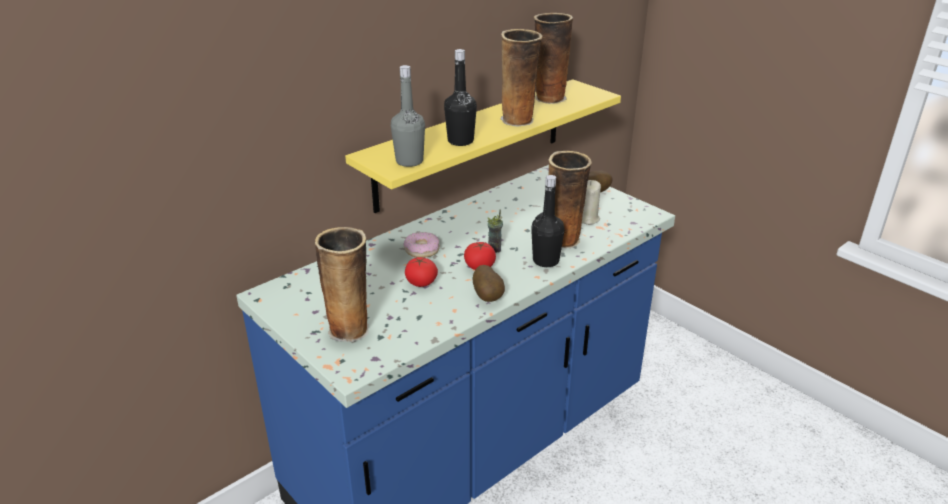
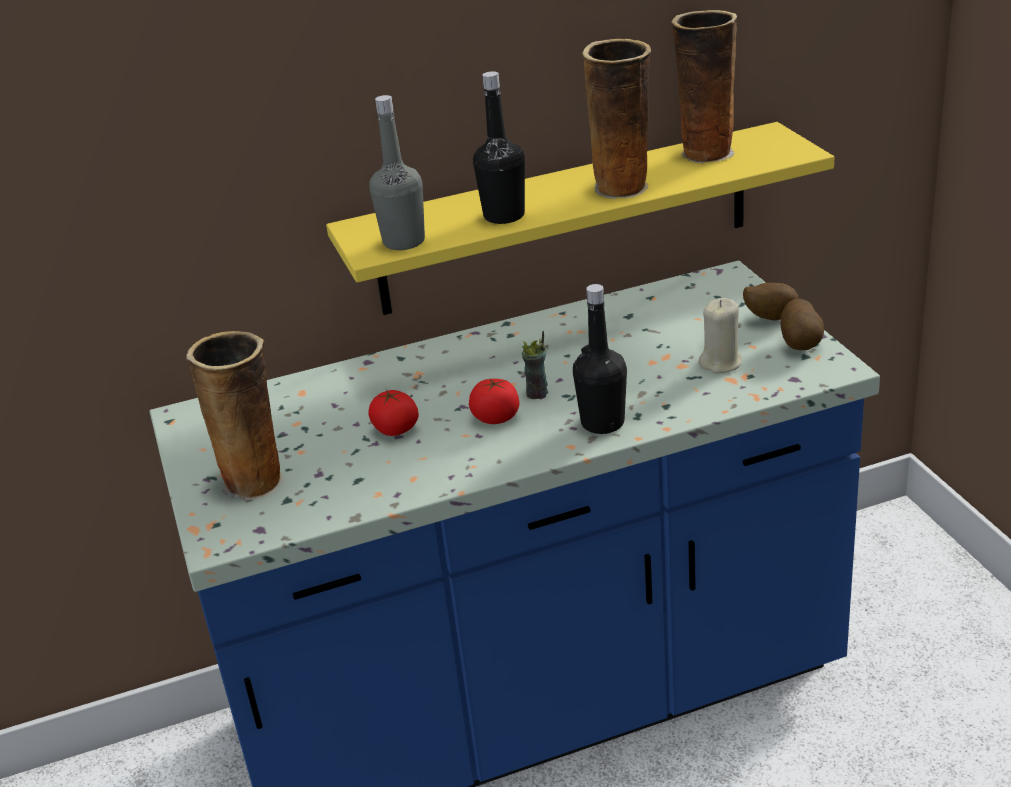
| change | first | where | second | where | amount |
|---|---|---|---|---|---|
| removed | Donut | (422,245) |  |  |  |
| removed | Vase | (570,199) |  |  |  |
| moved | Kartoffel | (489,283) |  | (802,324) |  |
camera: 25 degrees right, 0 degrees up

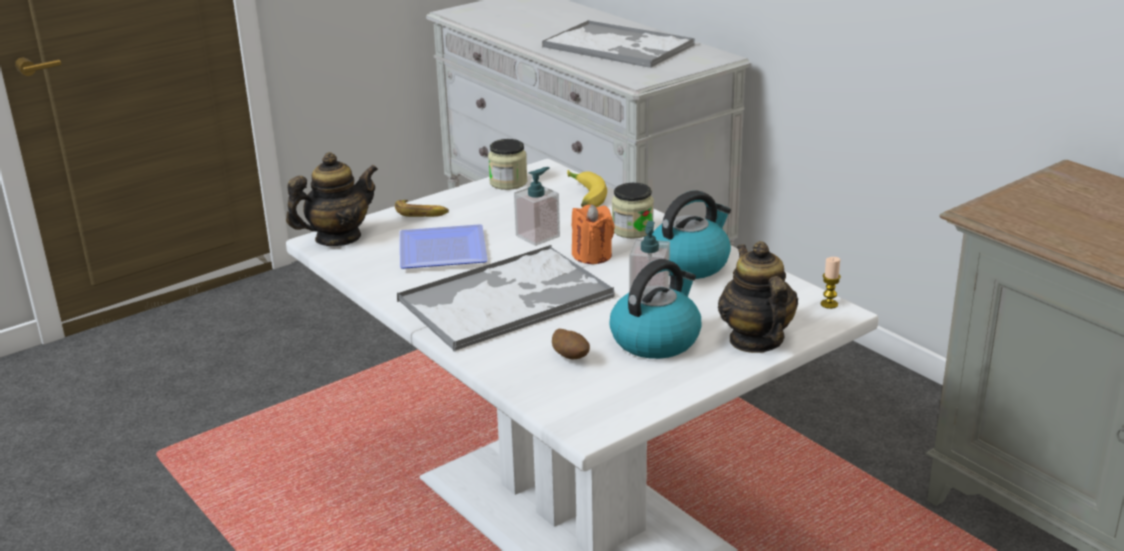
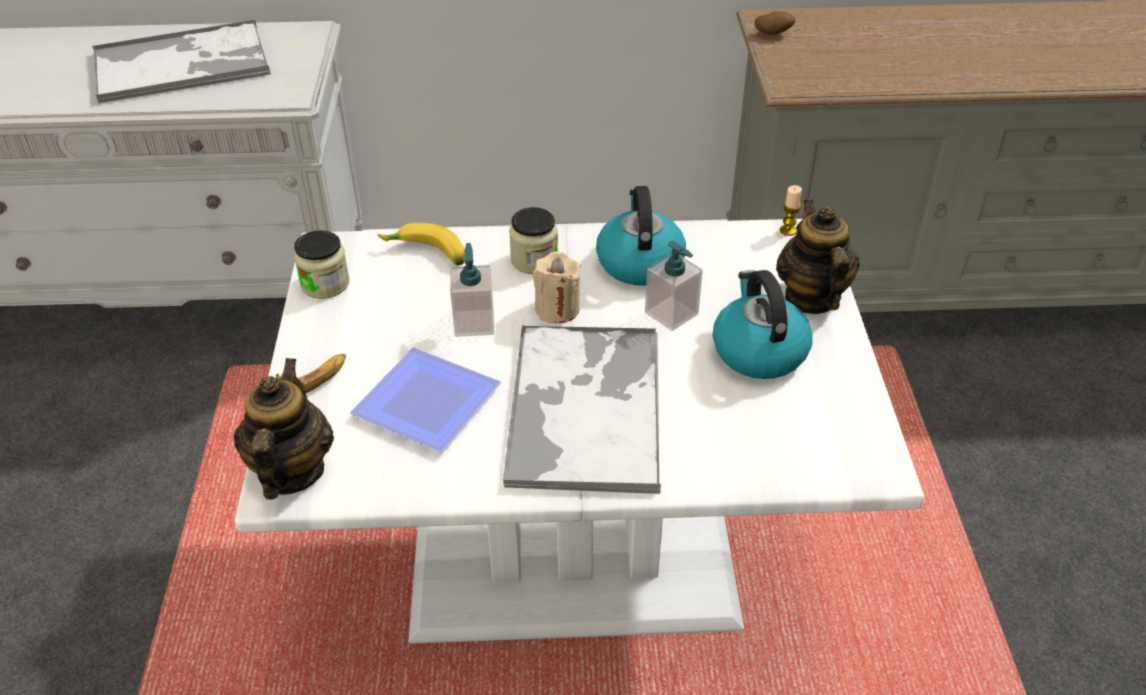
| change | first | where | second | where | amount |
|---|---|---|---|---|---|
| moved | Kartoffel | (571,344) |  | (775,23) |  |
| recoloured | Kerze [orange] | (593,234) | Kerze [beige] | (557,287) |  |
| turned | Teekanne | (758,297) |  | (818,256) | 60 degrees clockwise |
camera: 55 degrees left, 15 degrees up

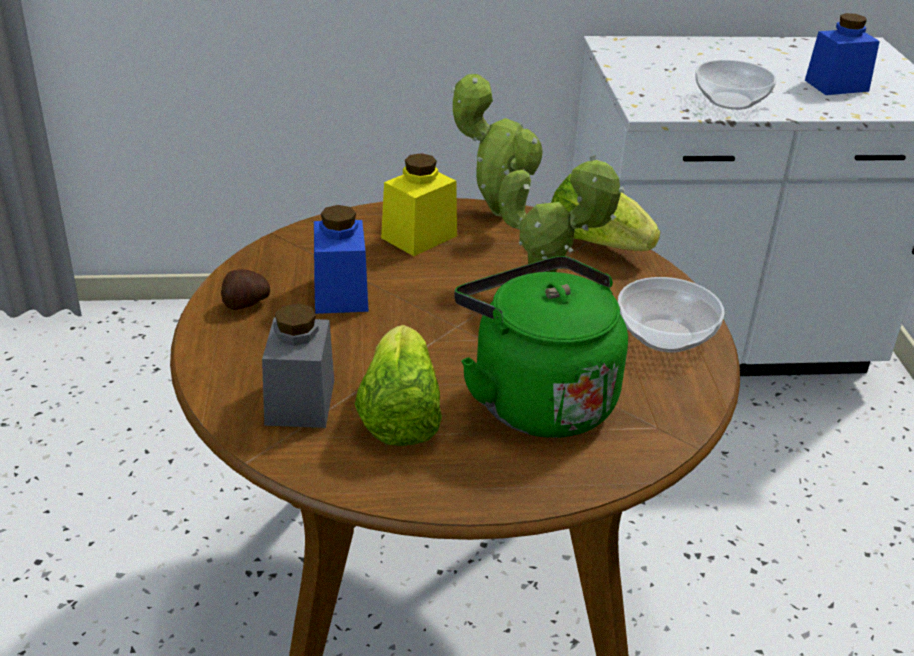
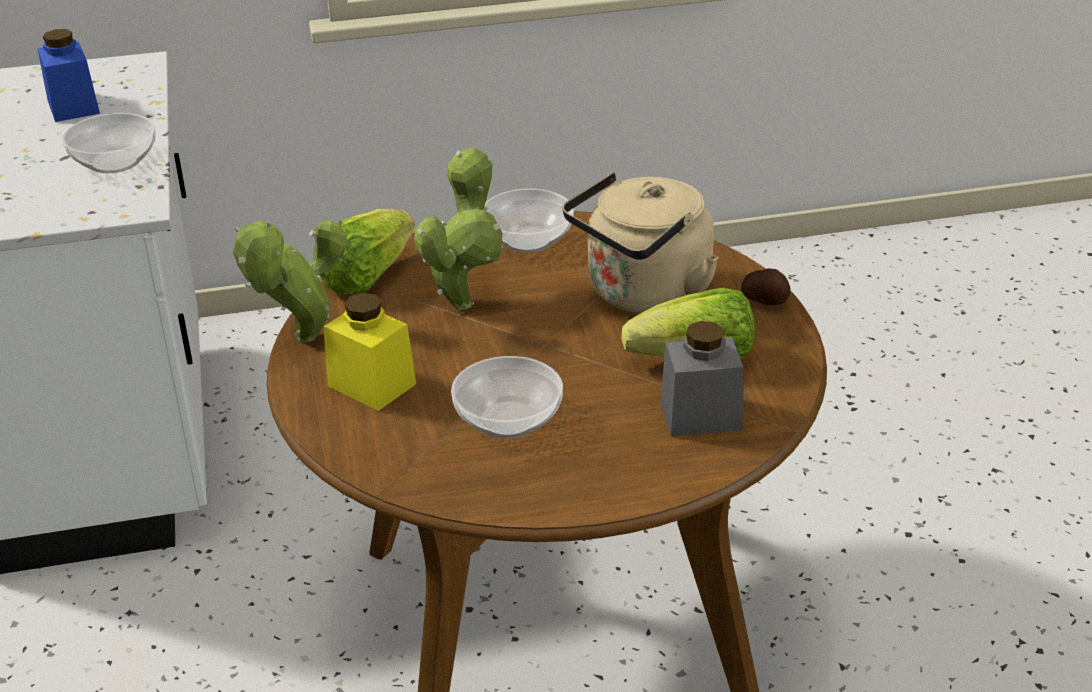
| change | first | where | second | where | amount |
|---|---|---|---|---|---|
| moved | Kartoffel | (245,289) |  | (765,287) |  |
| replaced | Vorratsglas [blau] | (341,259) | Schüssel | (507,397) |  |
| recoloured | Wasserkessel [grün] | (541,347) | Wasserkessel [beige] | (641,243) |  |
camera: 95 degrees left, 0 degrees up

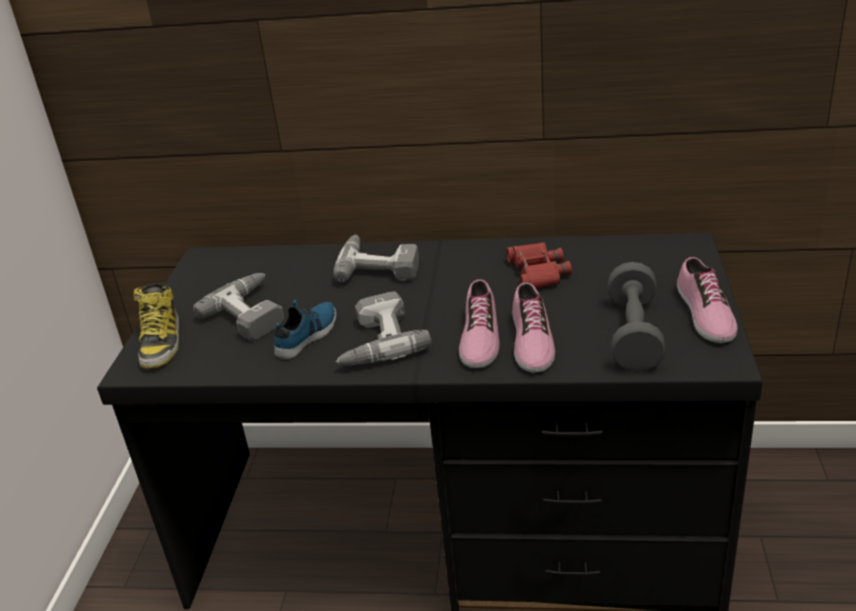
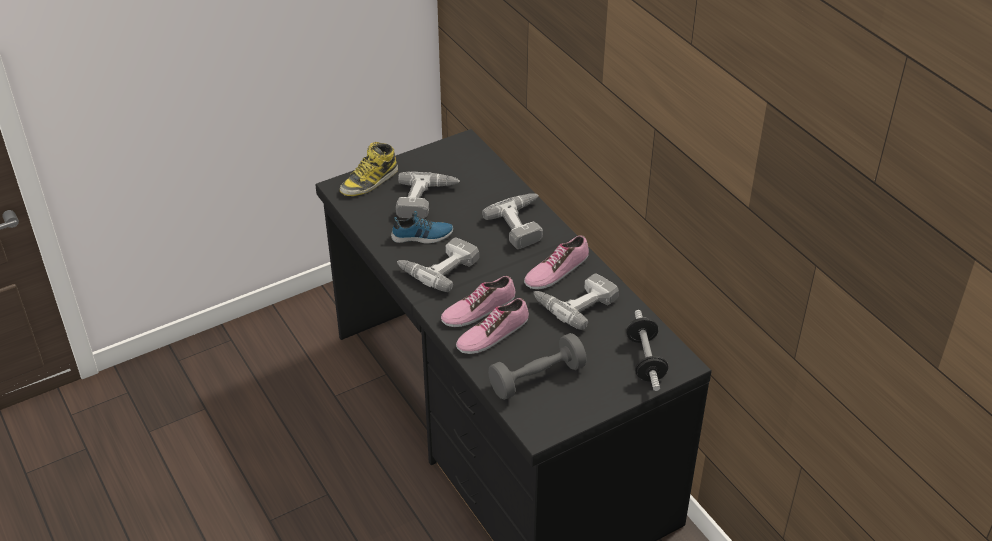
| change | first | where | second | where | amount |
|---|---|---|---|---|---|
| added |  |  | Hantel | (647,350) |  |
| moved | Schuh | (707,300) |  | (556,262) |  |
| replaced | Fernglas [rot] | (539,265) | Bohrmaschine | (576,301) |  |
camera: 50 degrees right, 10 degrees up

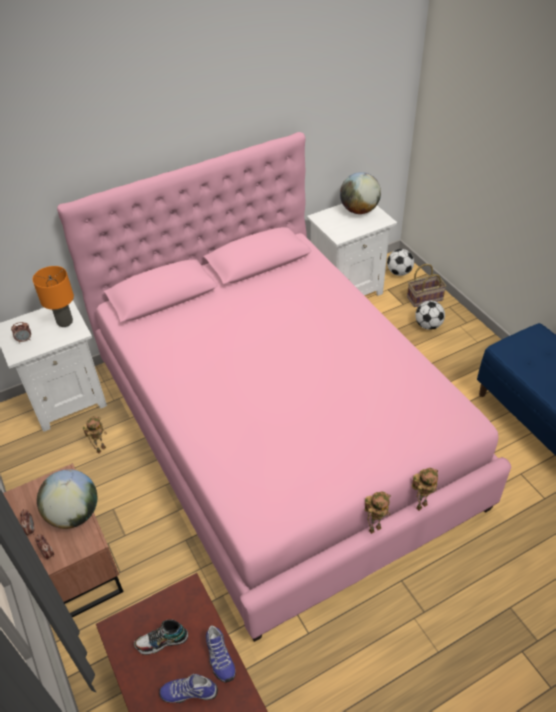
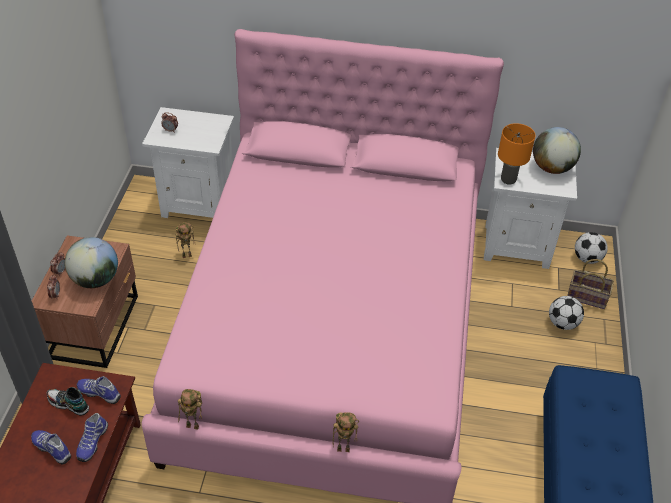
| change | first | where | second | where | amount |
|---|---|---|---|---|---|
| added |  |  | Schuh | (99,390) |  |
| moved | Tischlampe [orange] | (53,296) |  | (517,154) |  |
| moved | Spielzeugroboter | (378,513) |  | (190,409) |  |
camera: 35 degrees right, 0 degrees up

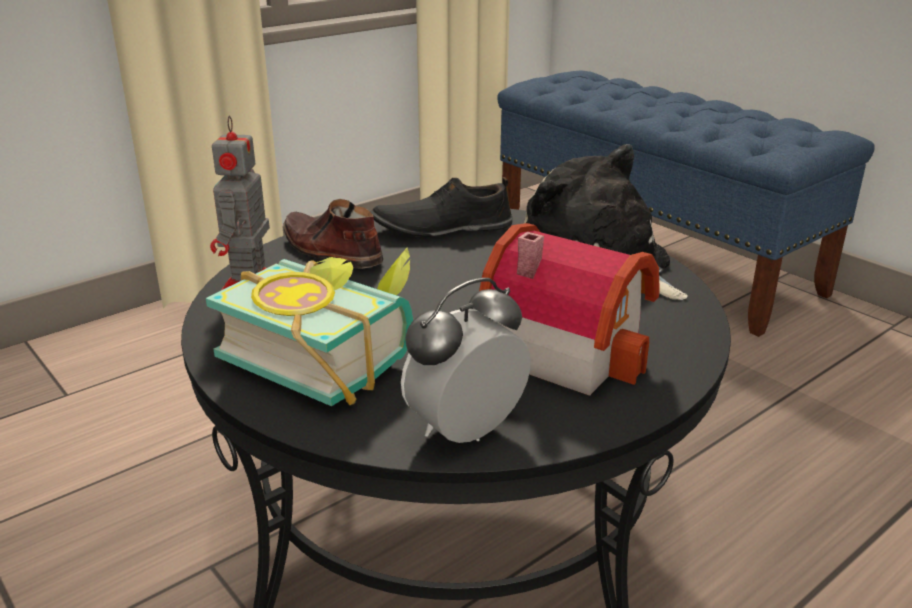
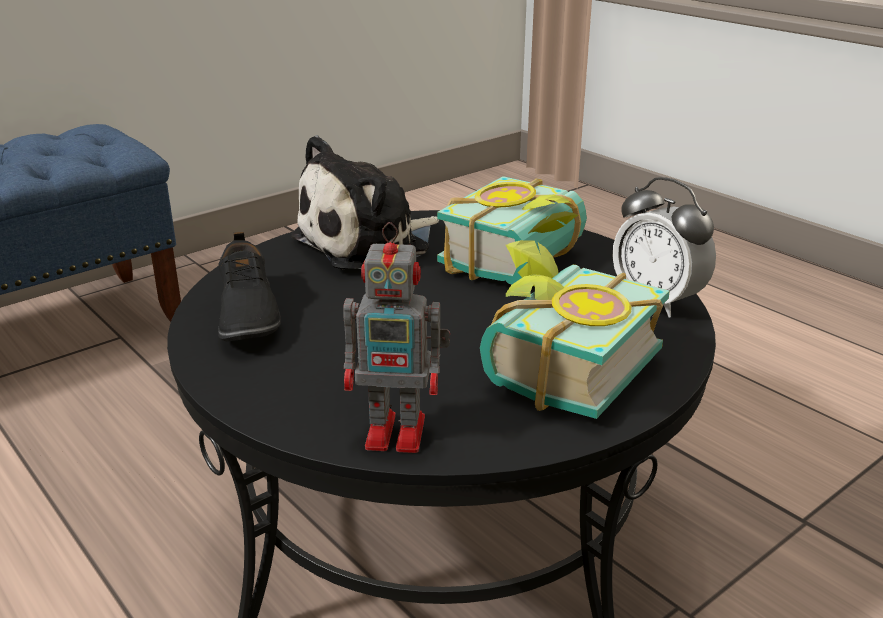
| change | first | where | second | where | amount |
|---|---|---|---|---|---|
| removed | Schuh [braun] | (333,234) |  |  |  |
| replaced | Spielzeughaus | (569,309) | Buch | (512,230) |  |
camera: 90 degrees left, 0 degrees up

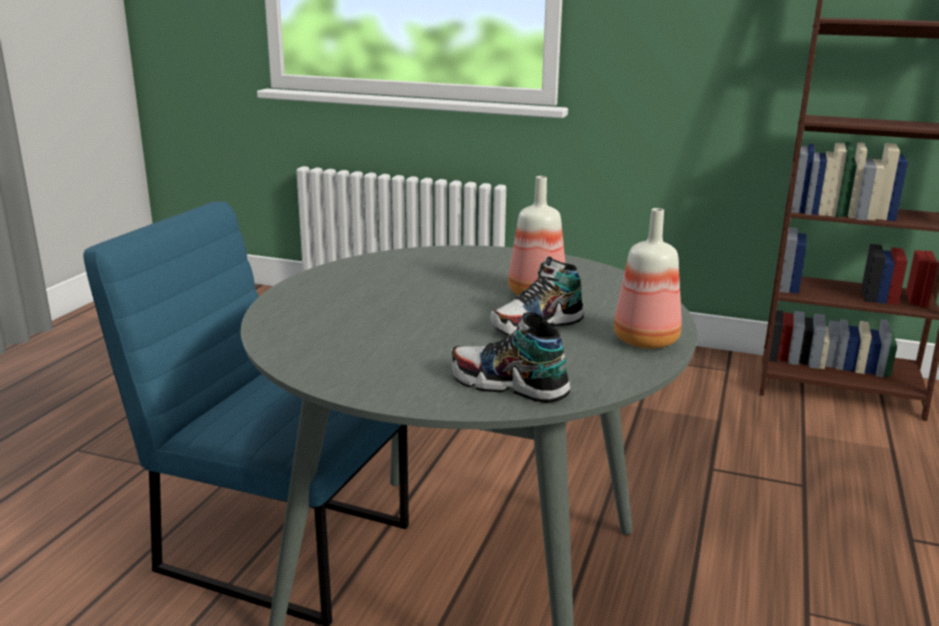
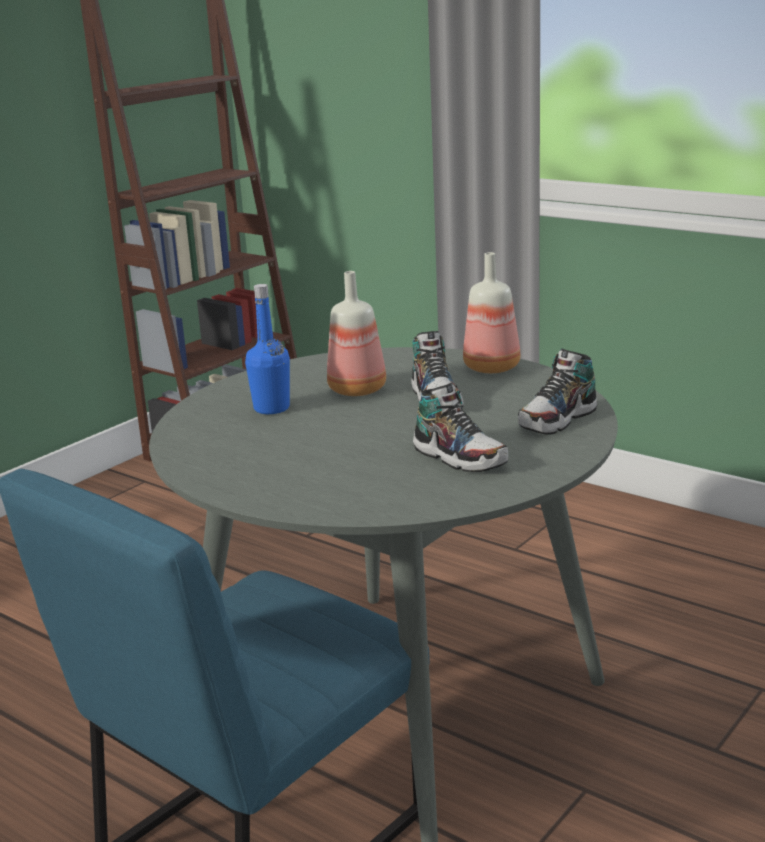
| change | first | where | second | where | amount |
|---|---|---|---|---|---|
| added |  |  | Flasche [blau] | (267,349) |  |
| added |  |  | Schuh | (460,427) |  |
camera: 70 degrees left, 0 degrees up

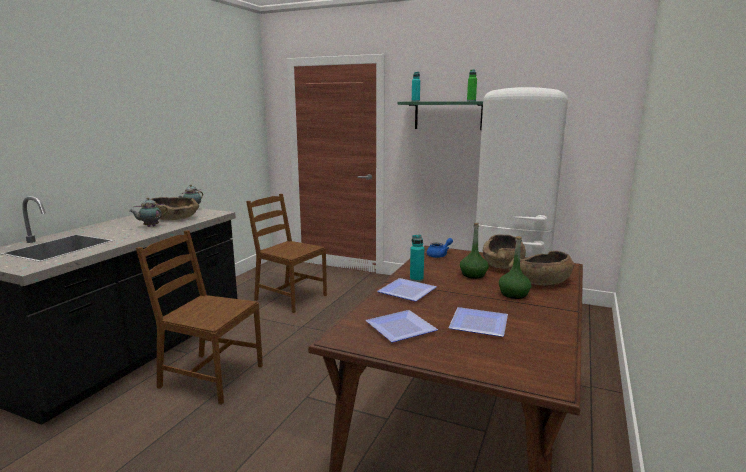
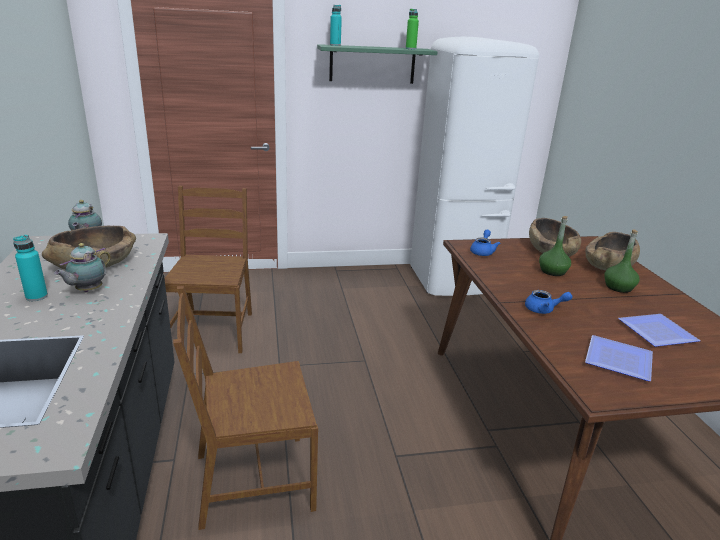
| change | first | where | second | where | amount |
|---|---|---|---|---|---|
| moved | Flasche [türkis] | (417,258) |  | (30,268) |  |
| replaced | Teller | (407,290) | Teekanne [blau] | (549,302) |  |
| turned | Stuhl [braun] | (286,253) |  | (208,269) | 90 degrees clockwise |
camera: 35 degrees left, 10 degrees up

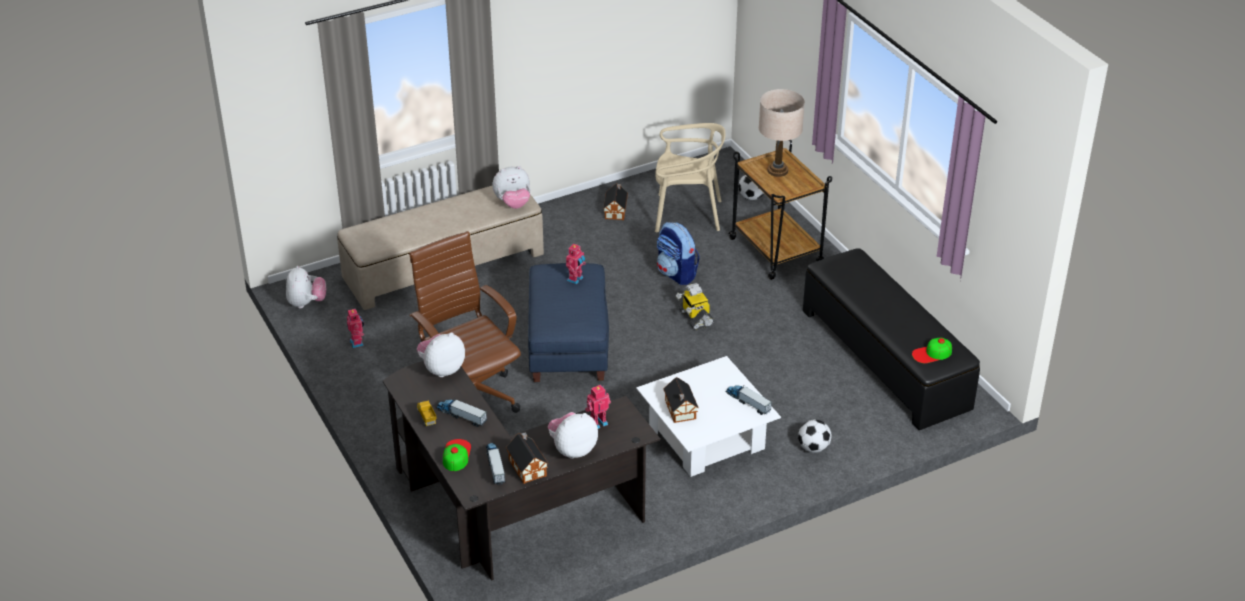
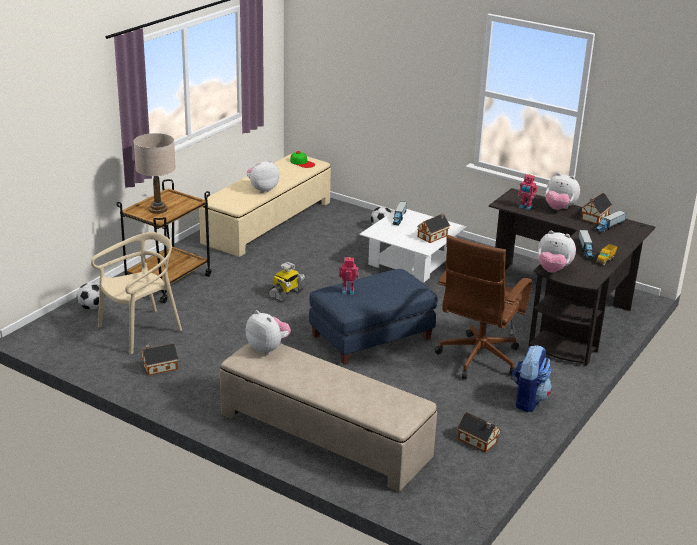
| change | first | where | second | where | amount |
|---|---|---|---|---|---|
| removed | Kappe | (457,455) |  |  |  |
| moved | Plüschtier | (306,287) |  | (263,176) |  |
| moved | Rucksack | (678,253) |  | (531,378) |  |
| replaced | Spielzeugroboter | (355,328) | Spielzeughaus | (479,432) |  |
| recoloured | Bank [schwarz] | (891,339) | Bank [beige] | (265,205) |  |
| turned | Stuhl [beige] | (690,177) |  | (136,293) | 75 degrees clockwise |
camera: 120 degrees left, 10 degrees down

